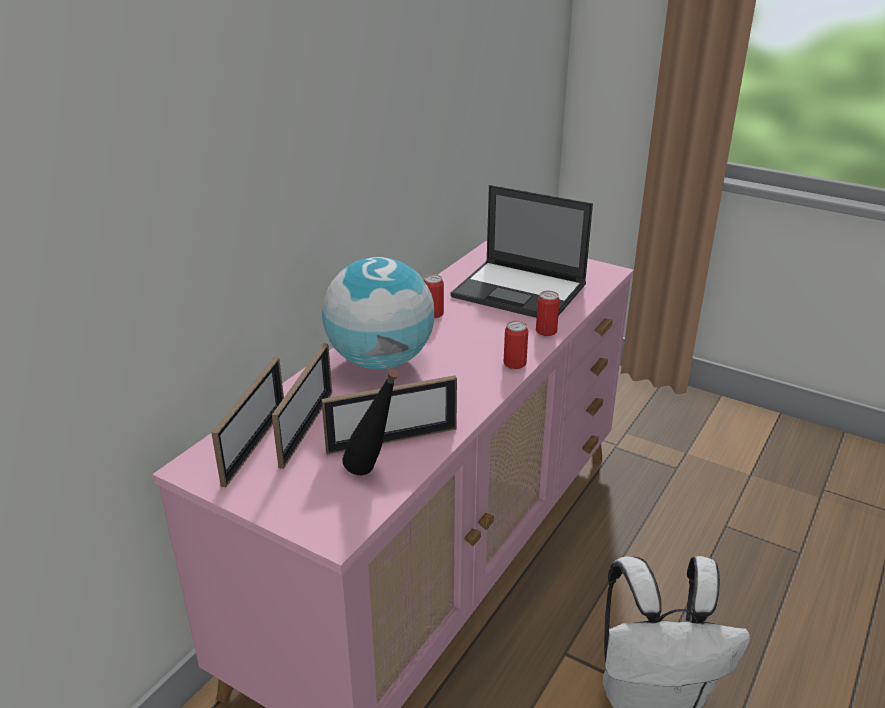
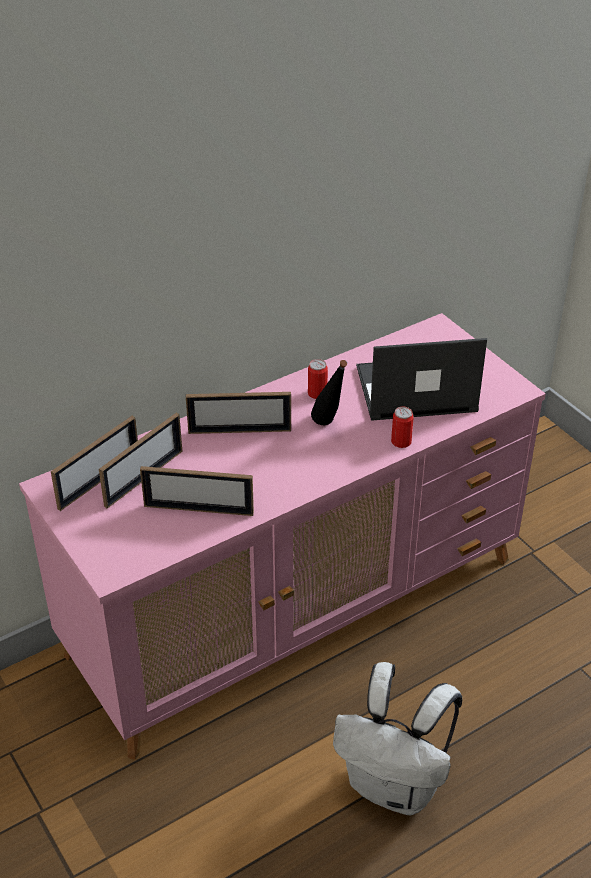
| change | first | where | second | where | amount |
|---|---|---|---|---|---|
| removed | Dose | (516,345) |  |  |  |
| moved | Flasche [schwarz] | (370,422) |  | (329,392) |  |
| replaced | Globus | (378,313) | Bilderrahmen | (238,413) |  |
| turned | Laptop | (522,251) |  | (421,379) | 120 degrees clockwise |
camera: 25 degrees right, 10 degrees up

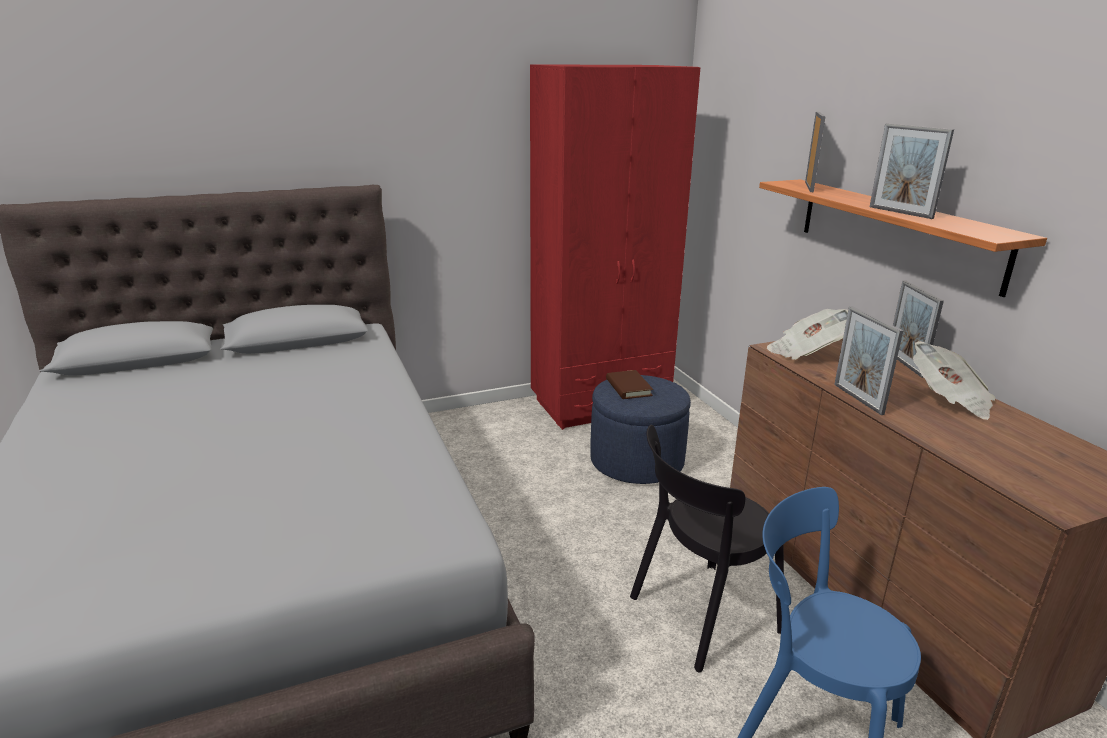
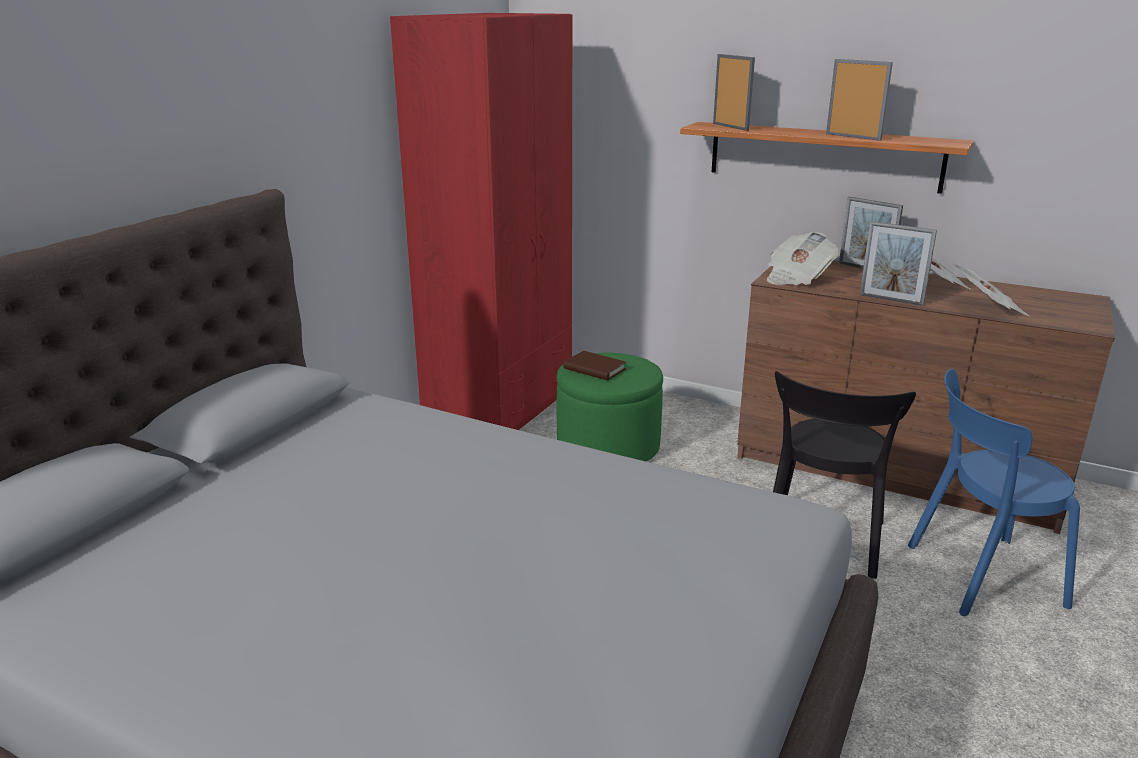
| change | first | where | second | where | amount |
|---|---|---|---|---|---|
| added |  |  | Zeitung | (990,289) |  |
| recoloured | Polsterhocker [blau] | (640,429) | Polsterhocker [grün] | (610,407) |  |
| turned | Bilderrahmen | (912,171) |  | (859,100) | 150 degrees counterclockwise |
camera: 40 degrees left, 0 degrees up

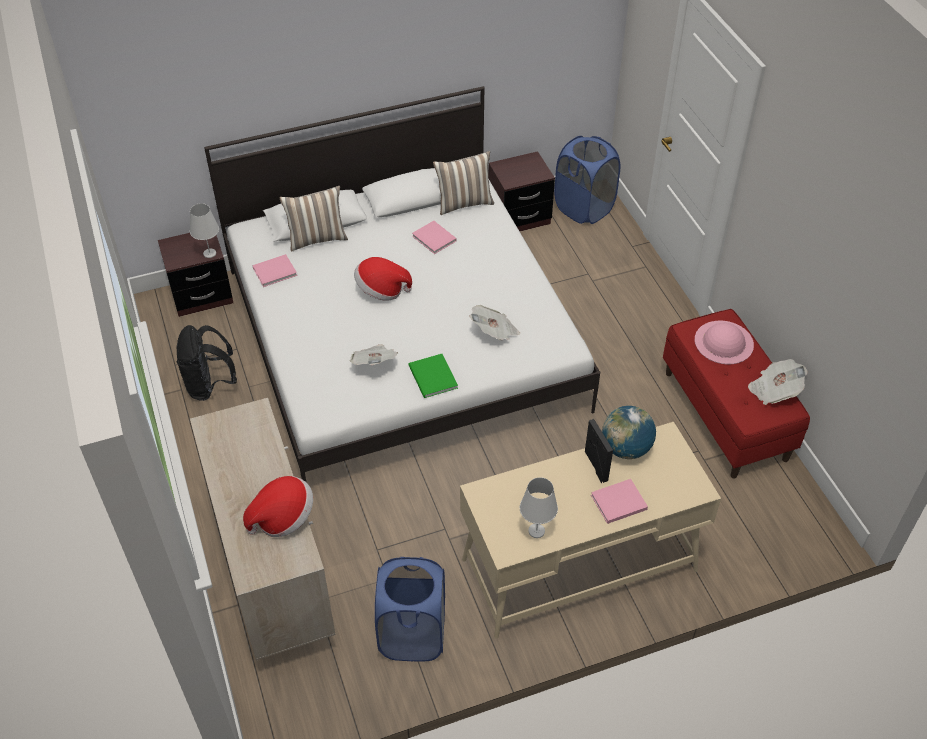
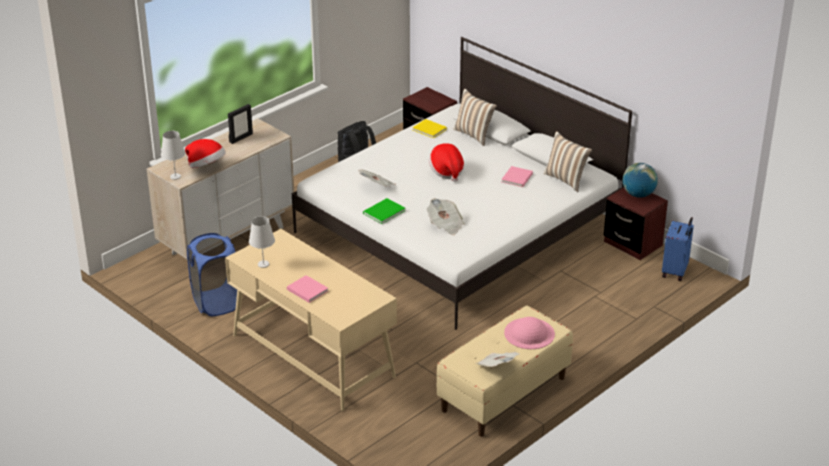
| change | first | where | second | where | amount |
|---|---|---|---|---|---|
| moved | Tischlampe [weiß] | (204,230) |  | (173,155) |  |
| moved | Bilderrahmen | (599,451) |  | (240,124) |  |
| moved | Globus | (629,432) |  | (640,180) |  |
| replaced | Wäschekorb [blau] | (587,180) | Koffer [blau] | (678,249) |  |
| recoloured | Buch [rosa] | (274,270) | Buch [gelb] | (429,128) |  |
| recoloured | Bank [rot] | (736,394) | Bank [beige] | (505,371) |  |
camera: 65 degrees right, 15 degrees down

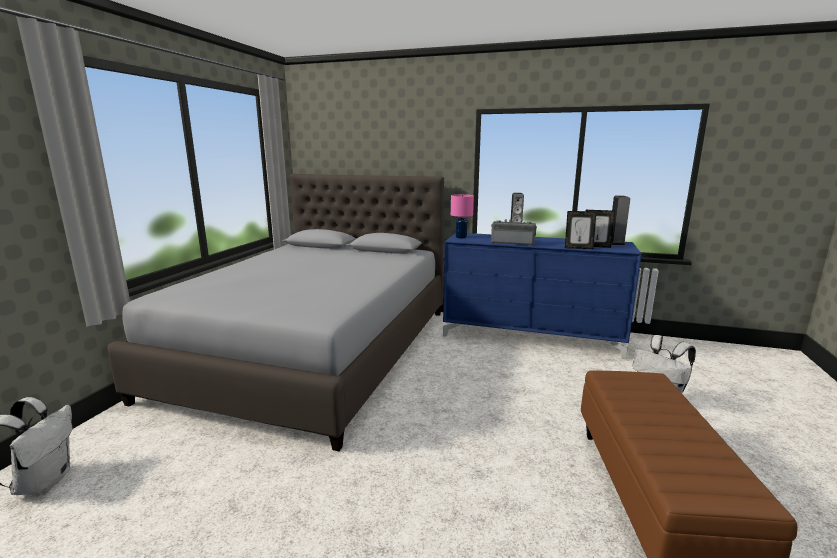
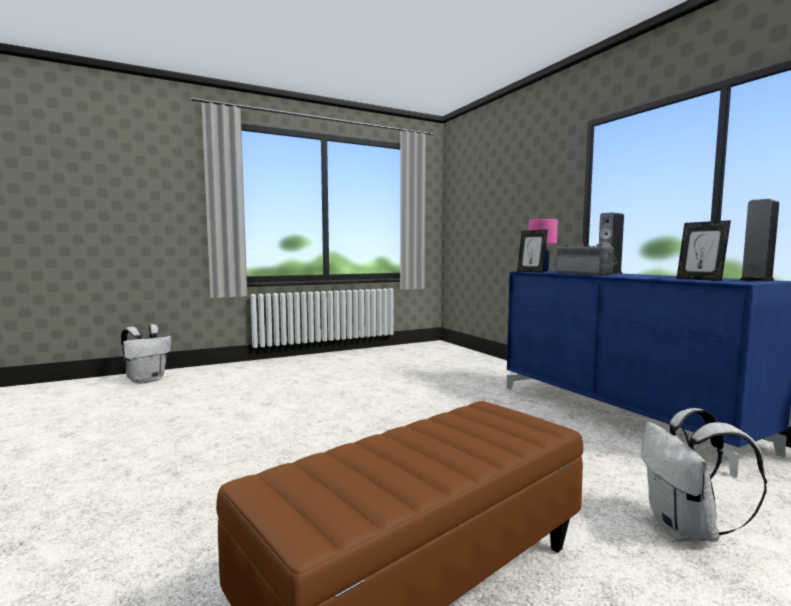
| change | first | where | second | where | amount |
|---|---|---|---|---|---|
| removed | Bett [grau] | (275,312) |  |  |  |
| moved | Bilderrahmen | (581,230) |  | (532,251) |  |
camera: 45 degrees right, 10 degrees down

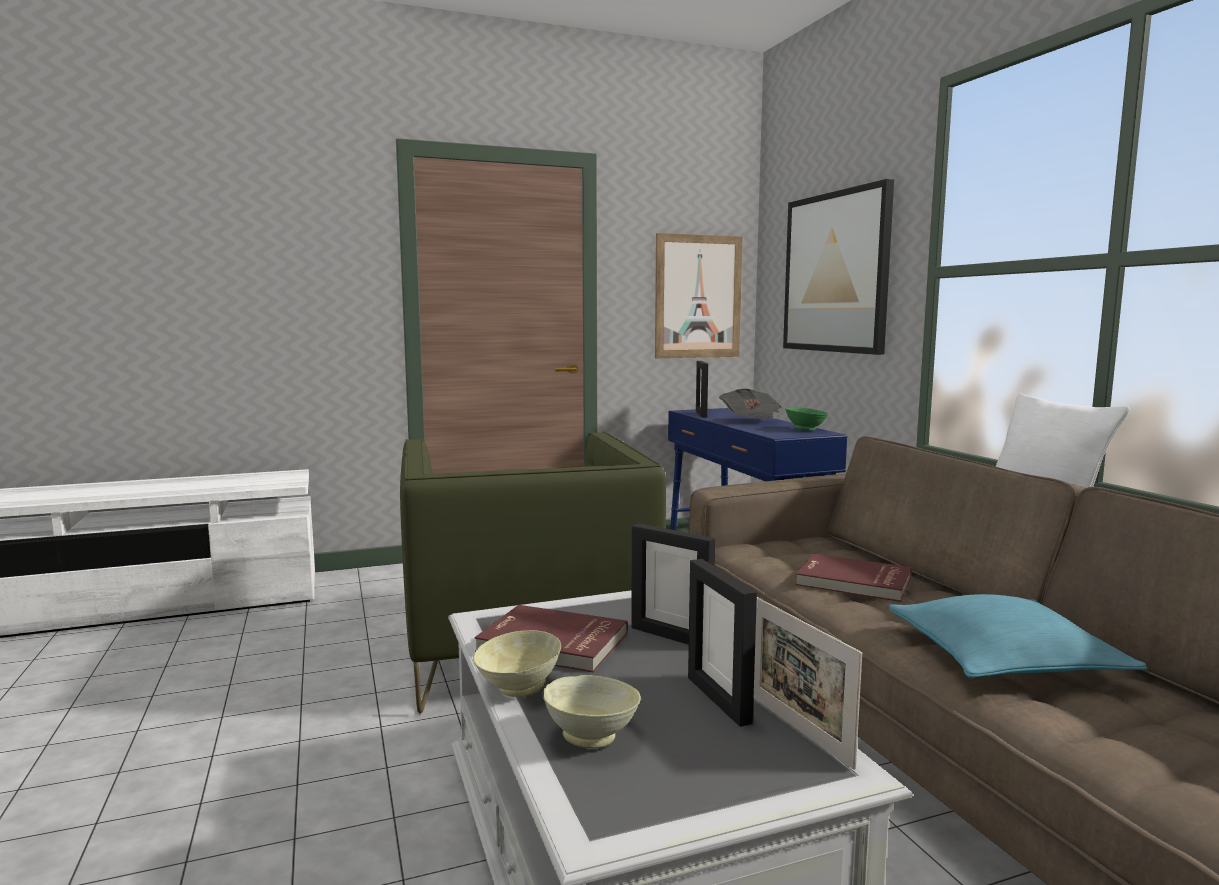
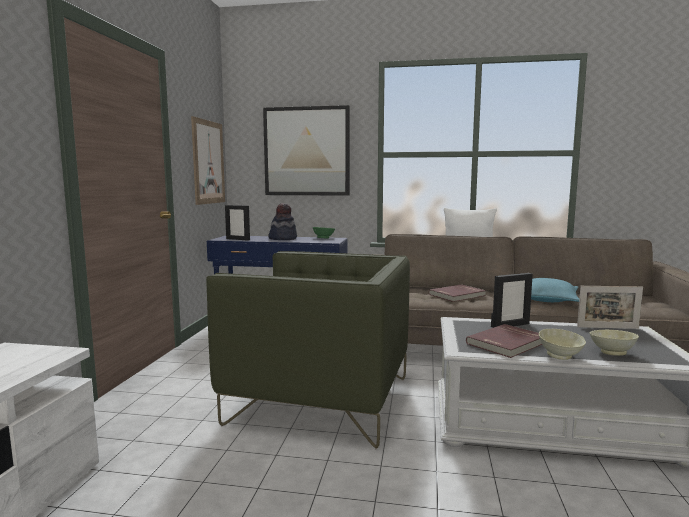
| change | first | where | second | where | amount |
|---|---|---|---|---|---|
| removed | Bilderrahmen | (722,643) |  |  |  |
| replaced | Zeitung | (750,404) | Hut | (282,221) |  |
camera: 60 degrees left, 0 degrees up

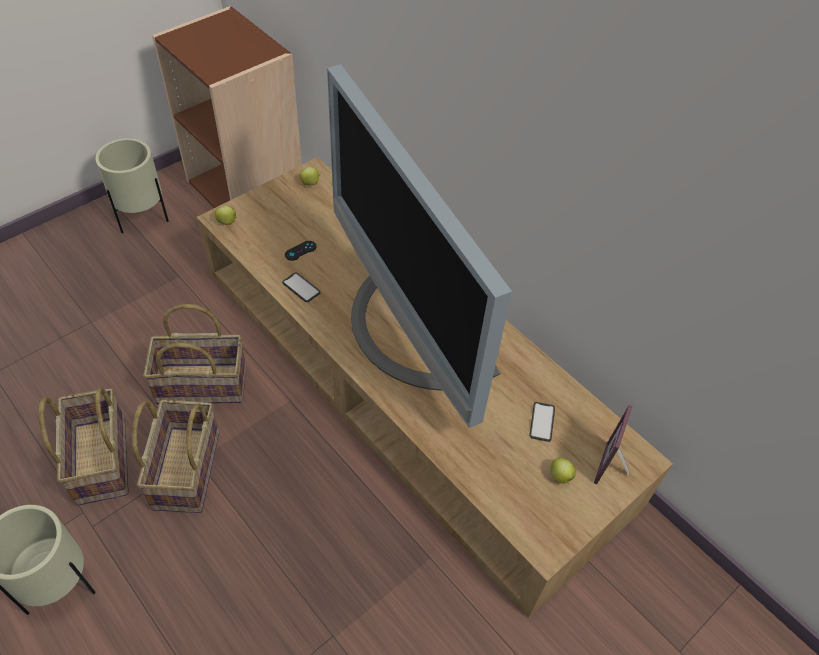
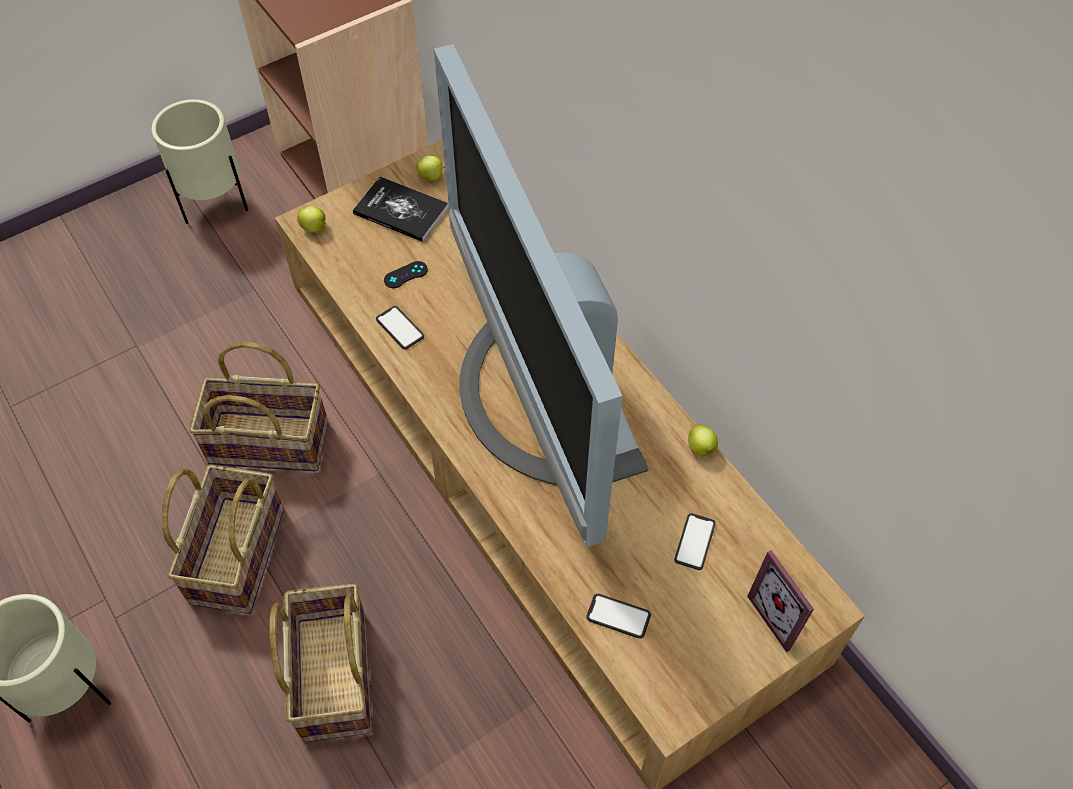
| change | first | where | second | where | amount |
|---|---|---|---|---|---|
| added |  |  | Buch | (401,209) |  |
| added |  |  | Handy | (618,616) |  |
| moved | Korb | (84,446) |  | (320,662) |  |
| moved | Apfel | (563,470) |  | (703,441) |  |
| turned | Bilderrahmen | (613,444) |  | (780,601) | 60 degrees counterclockwise |
camera: 10 degrees right, 5 degrees up

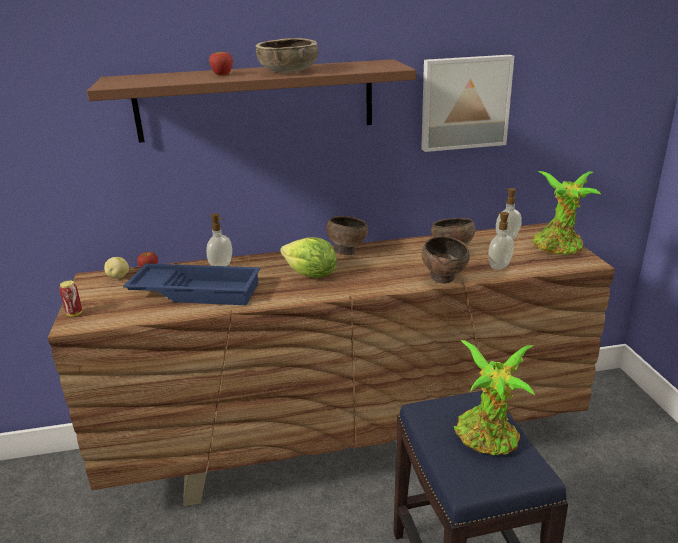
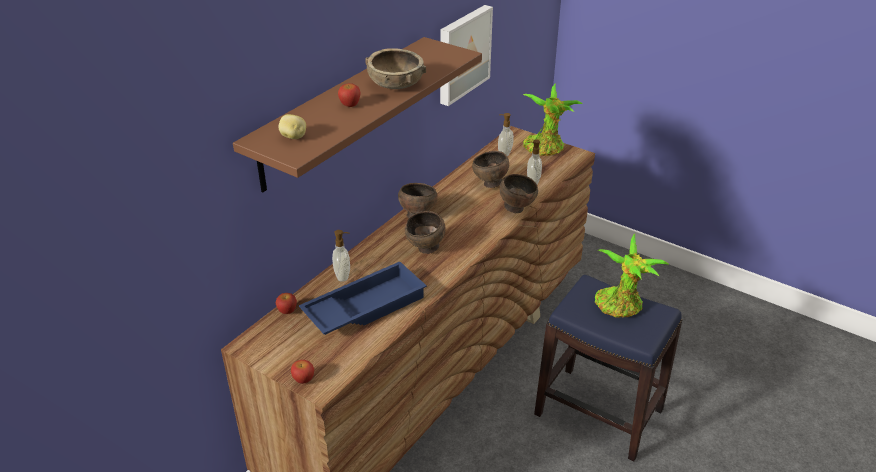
| change | first | where | second | where | amount |
|---|---|---|---|---|---|
| moved | Kartoffel | (116,268) |  | (292,126) |  |
| replaced | Dose | (70,299) | Apfel | (302,372) |  |
| replaced | Salatkopf | (308,257) | Schüssel [braun] | (424,232) |  |
camera: 45 degrees left, 10 degrees up

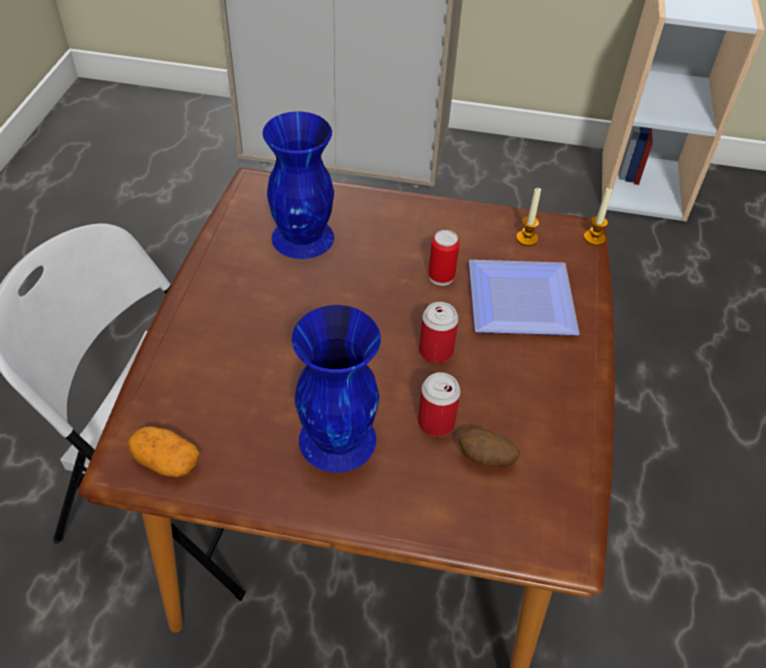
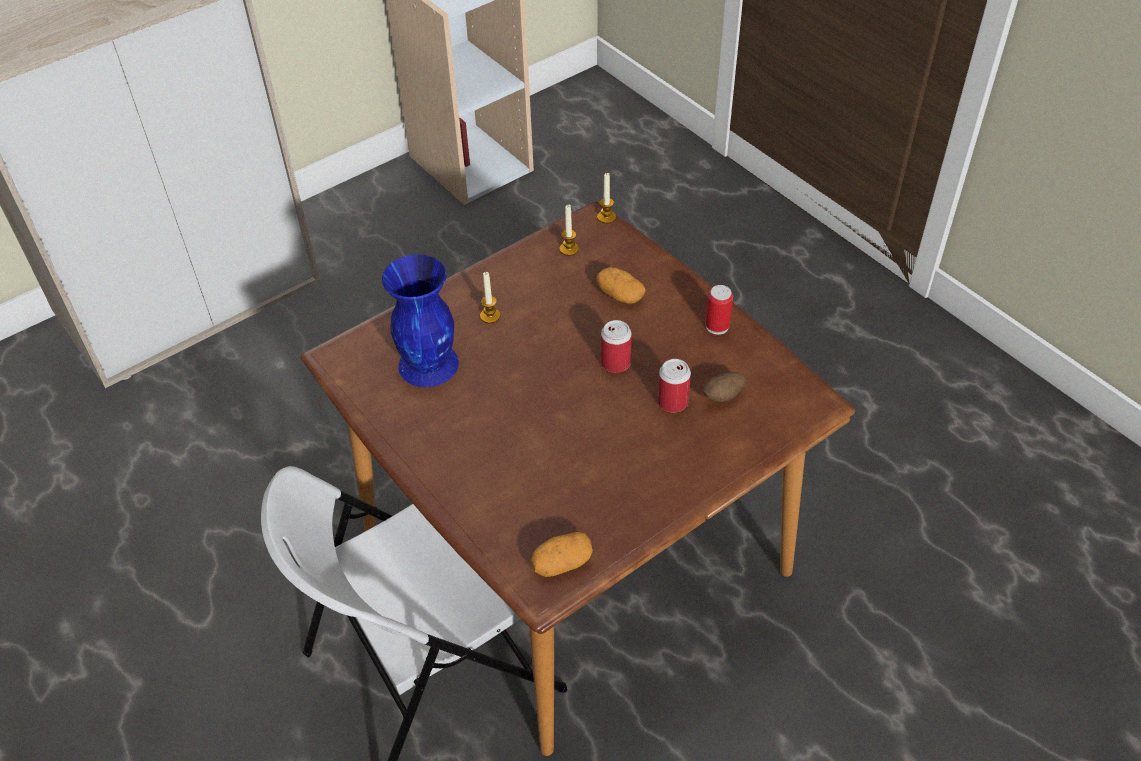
| change | first | where | second | where | amount |
|---|---|---|---|---|---|
| removed | Vase [blau] | (336,389) |  |  |  |
| added |  |  | Kerze | (490,297) |  |
| moved | Dose | (444,258) |  | (719,310) |  |
| replaced | Teller | (524,297) | Kartoffel | (620,285) |  |
camera: 45 degrees left, 0 degrees up

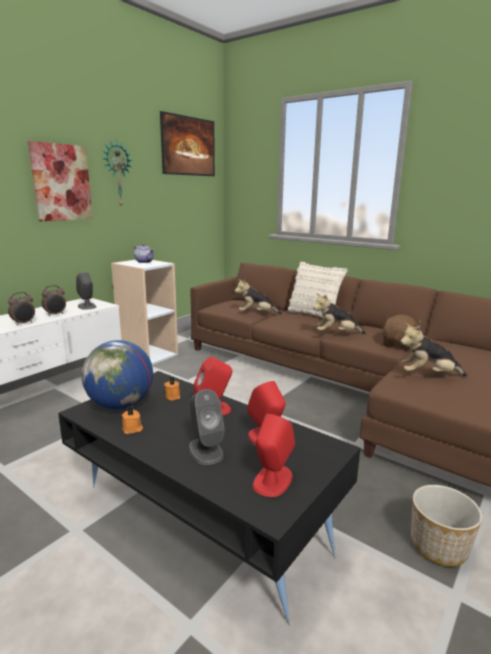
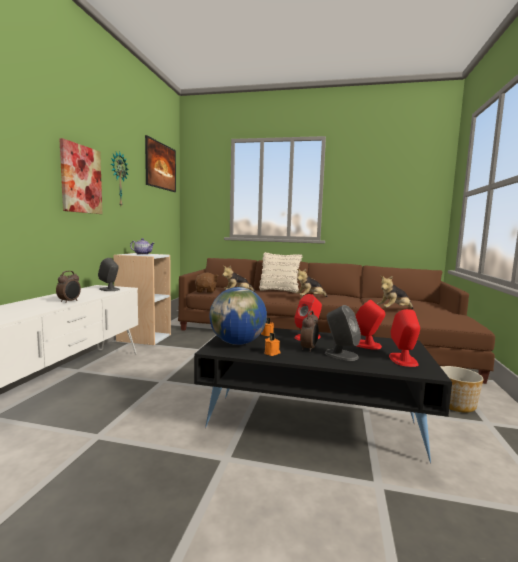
| change | first | where | second | where | amount |
|---|---|---|---|---|---|
| moved | Wecker | (54,300) |  | (309,331) |  |
| moved | Plüschtier [braun] | (401,332) |  | (206,283) |  |
camera: 25 degrees left, 10 degrees down

